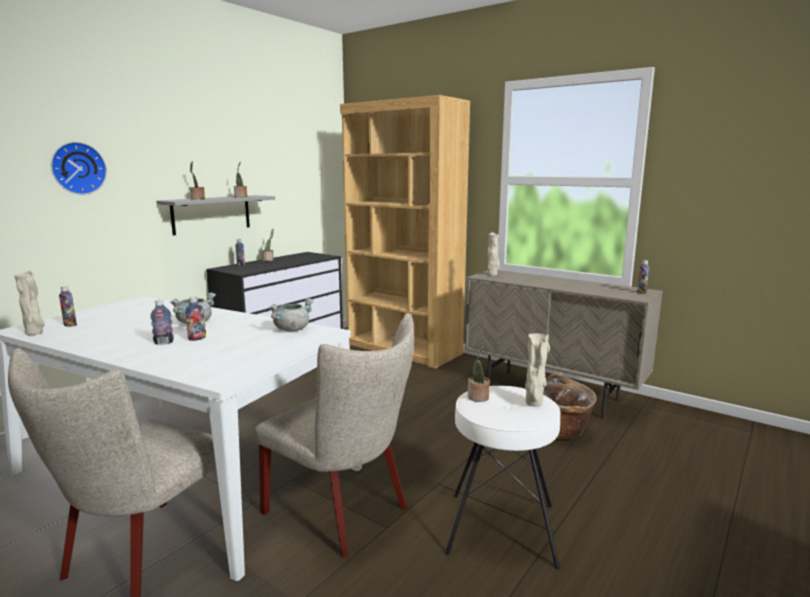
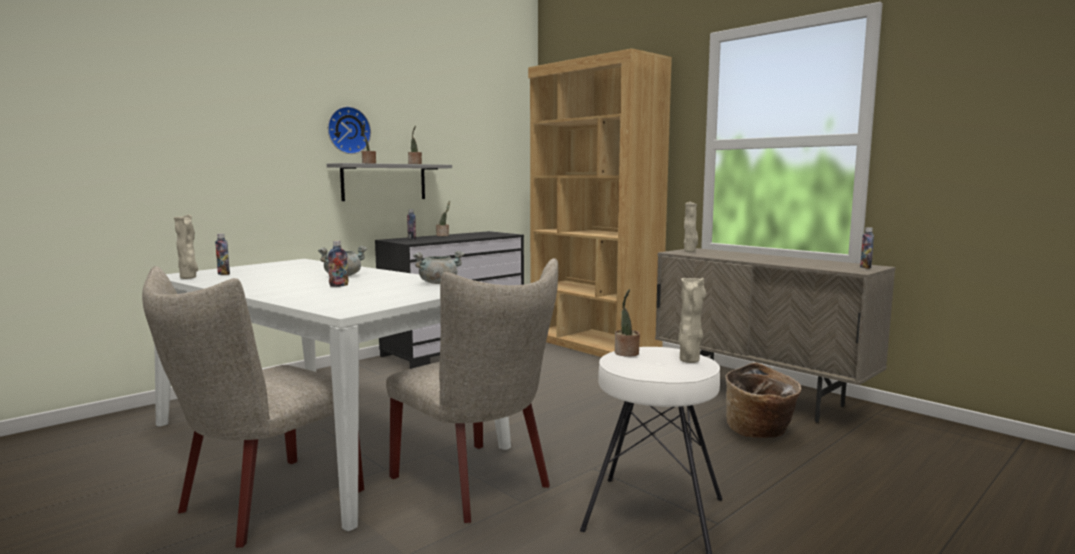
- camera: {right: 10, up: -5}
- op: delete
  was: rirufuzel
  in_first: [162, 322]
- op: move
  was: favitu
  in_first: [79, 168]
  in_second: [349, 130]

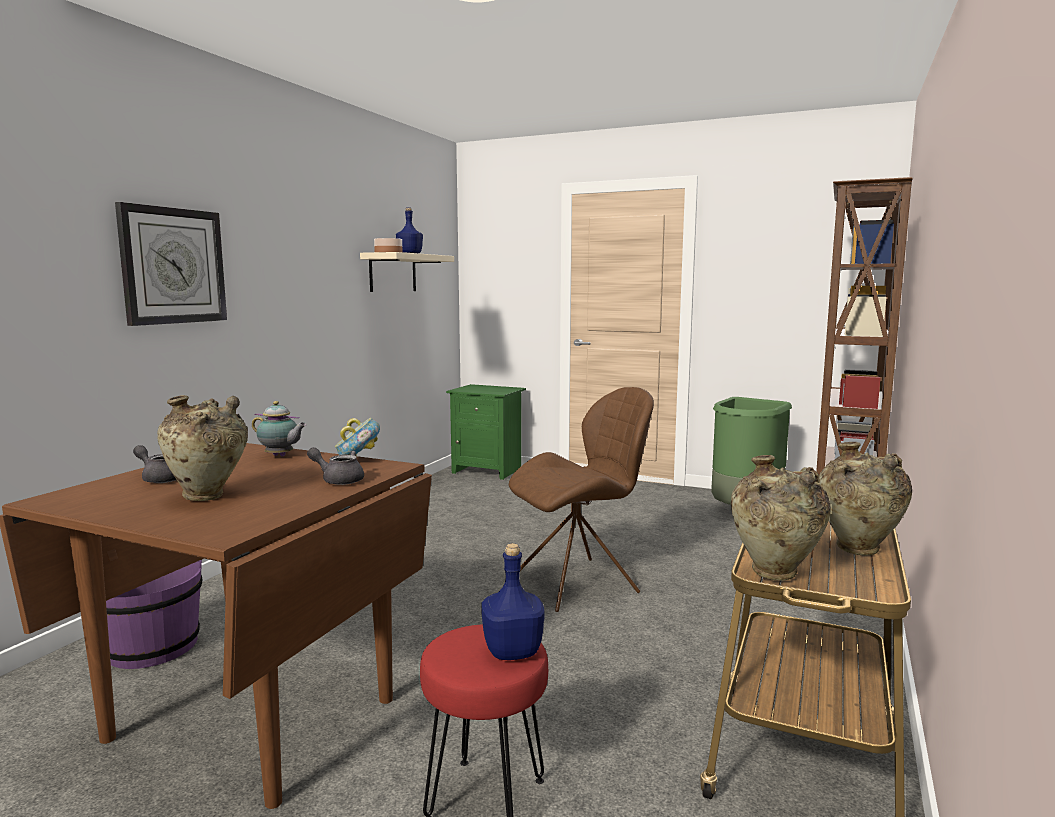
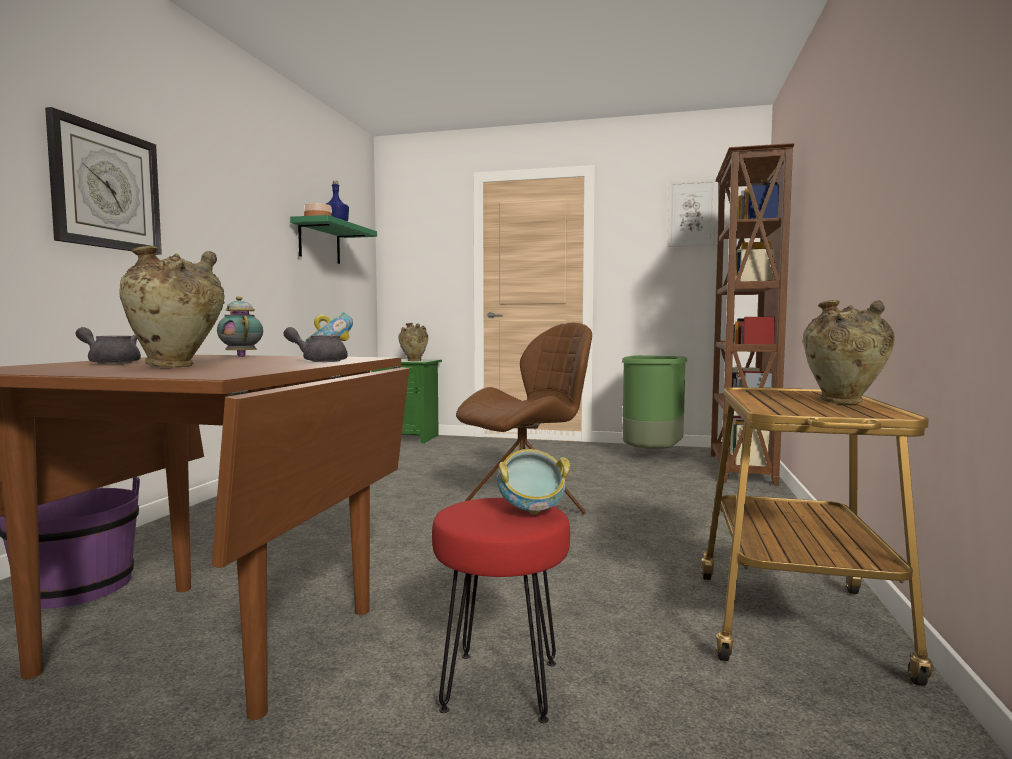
- camera: {right: -10, up: -5}
- op: insert
  now: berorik
  in_second: [691, 212]
- op: move
  was: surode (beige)
  in_first: [781, 517]
  in_second: [413, 342]
- op: replace
  was: rirufuzel (blue)
  now: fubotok
  in_first: [513, 601]
  in_second: [533, 482]
- op: recolor
  was: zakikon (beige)
  now: zakikon (green)
  in_first: [407, 272]
  in_second: [333, 239]
- op: rotate
  was: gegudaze
  in_first: [279, 429]
  in_second: [240, 326]
  clockwise: -135

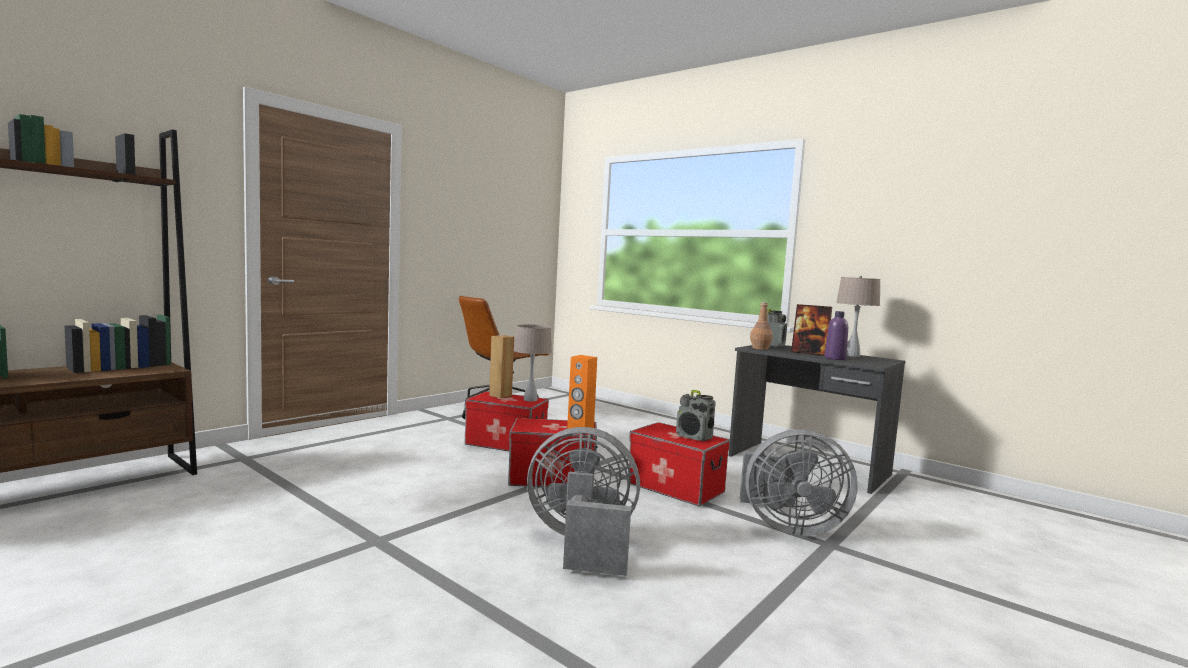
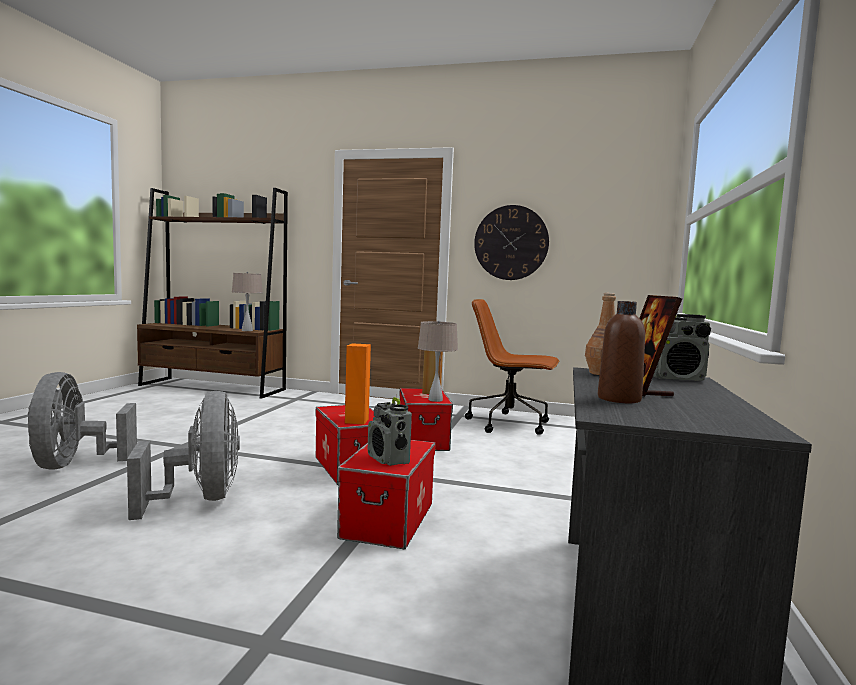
- camera: {right: 65, up: 0}
- op: insert
  now: favitu
  in_second: [511, 242]
- op: move
  was: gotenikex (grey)
  in_first: [799, 482]
  in_second: [82, 421]
- op: move
  was: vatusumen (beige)
  in_first: [858, 316]
  in_second: [247, 301]
- op: recolor
  was: rirufuzel (purple)
  now: rirufuzel (brown)
  in_first: [836, 335]
  in_second: [621, 352]
- op: rotate
  was: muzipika
  in_first: [696, 415]
  in_second: [390, 431]
  clockwise: -45

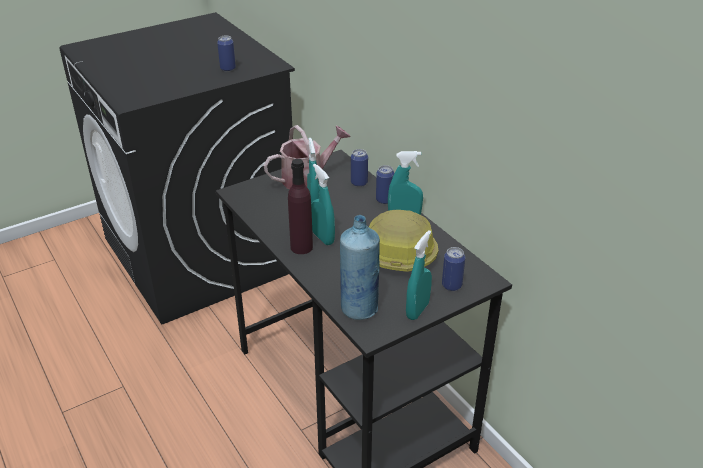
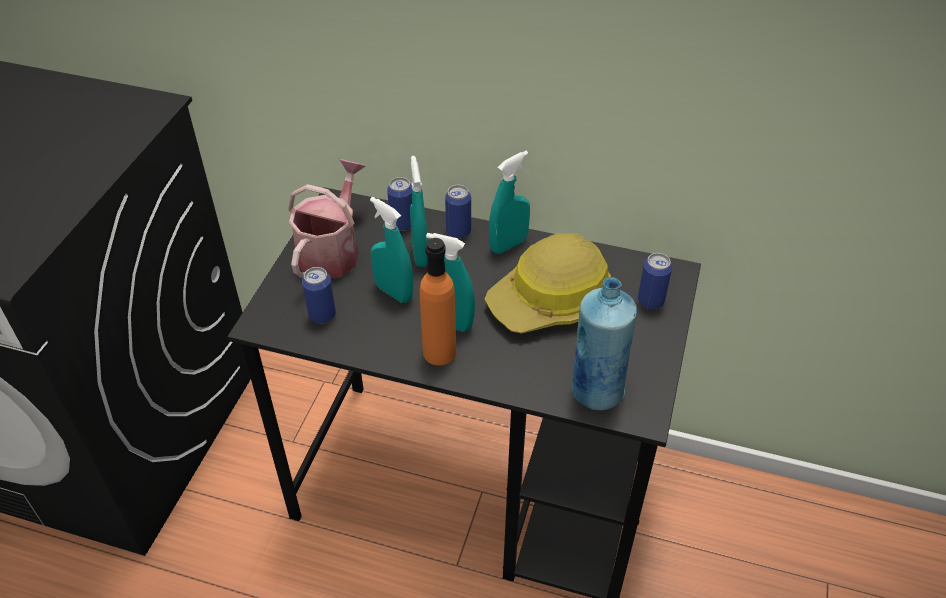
- camera: {right: -40, up: 10}
- op: move
  was: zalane
  in_first: [226, 53]
  in_second: [319, 295]
- op: move
  was: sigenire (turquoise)
  in_first: [419, 275]
  in_second: [419, 211]
- op: recolor
  was: rirufuzel (purple)
  now: rirufuzel (orange)
  in_first: [300, 206]
  in_second: [438, 301]

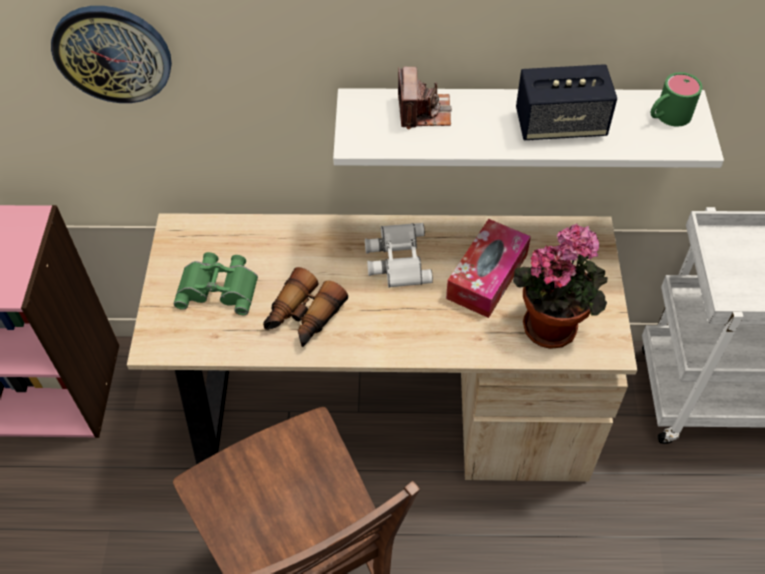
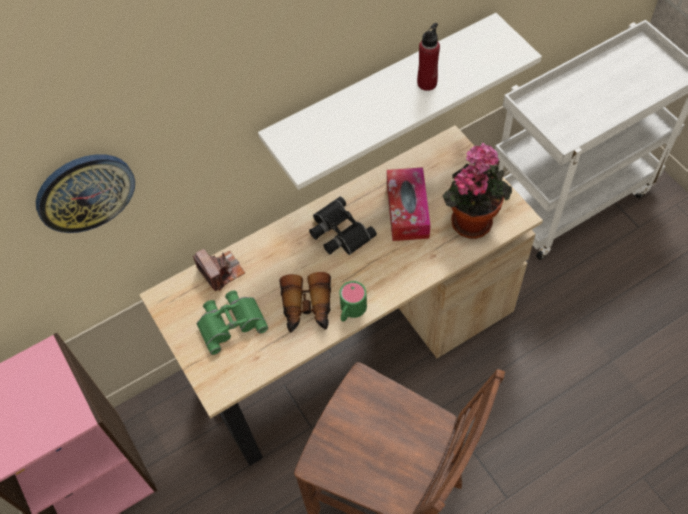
- camera: {right: -30, up: 5}
- op: move
  was: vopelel
  in_first: [425, 98]
  in_second: [219, 270]
- op: move
  was: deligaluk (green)
  in_first: [676, 99]
  in_second: [353, 301]
- op: replace
  was: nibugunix
  now: rirufuzel (red)
  in_first: [566, 102]
  in_second: [428, 57]
- op: recolor
  was: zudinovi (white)
  now: zudinovi (black)
  in_first: [399, 255]
  in_second: [343, 226]

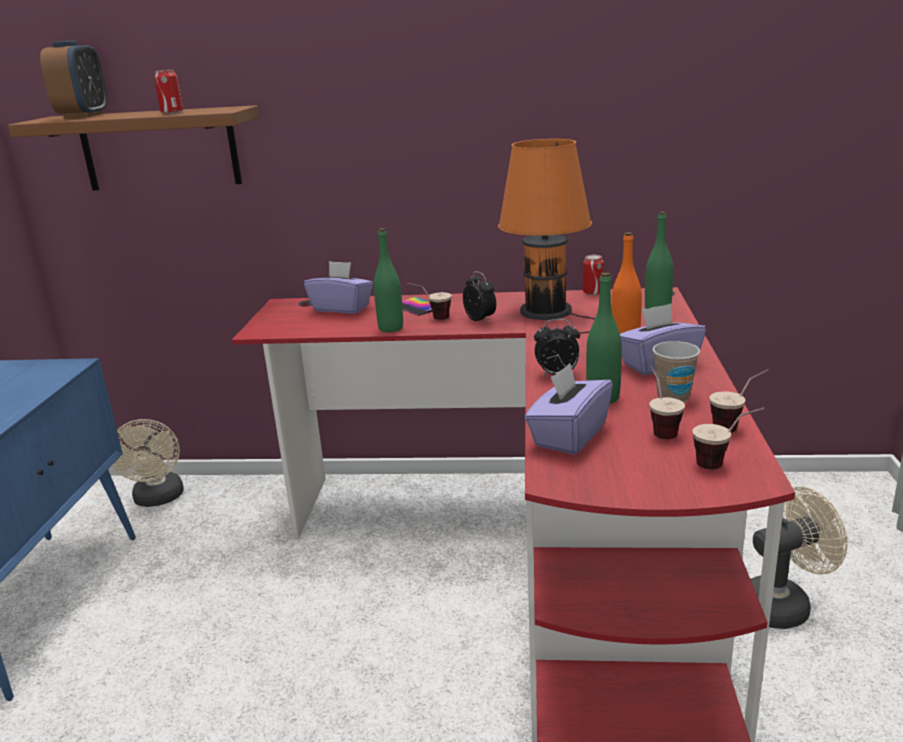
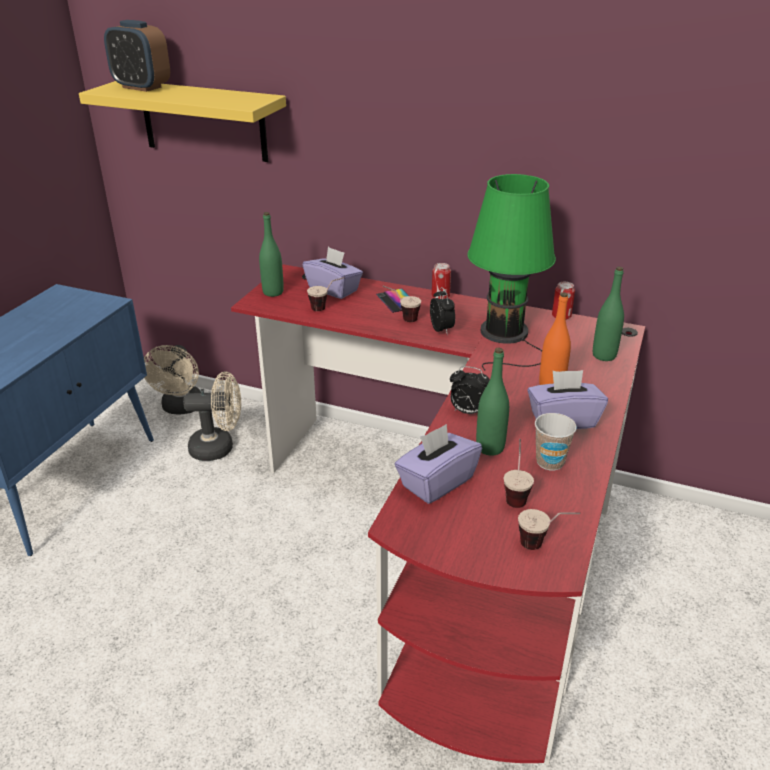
- camera: {right: 15, up: 10}
- op: move
  was: zalane
  in_first: [168, 92]
  in_second: [441, 281]
- op: move
  was: rirufuzel (green)
  in_first: [388, 280]
  in_second: [271, 254]
- op: move
  was: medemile
  in_first: [739, 401]
  in_second: [326, 294]
- op: move
  was: gotenikex (beige)
  in_first: [799, 558]
  in_second: [212, 416]
- op: recolor
  was: zakikon (brown)
  now: zakikon (yellow)
  in_first: [133, 148]
  in_second: [182, 121]
- op: recolor
  was: vatusumen (orange)
  now: vatusumen (green)
  in_first: [546, 236]
  in_second: [511, 272]
- op: rotate
  was: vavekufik
  in_first: [73, 80]
  in_second: [137, 56]
  clockwise: 105

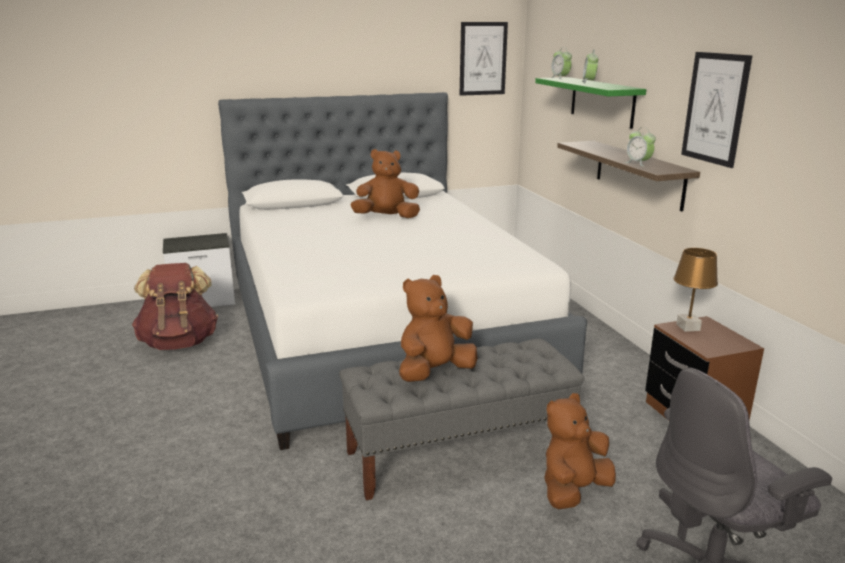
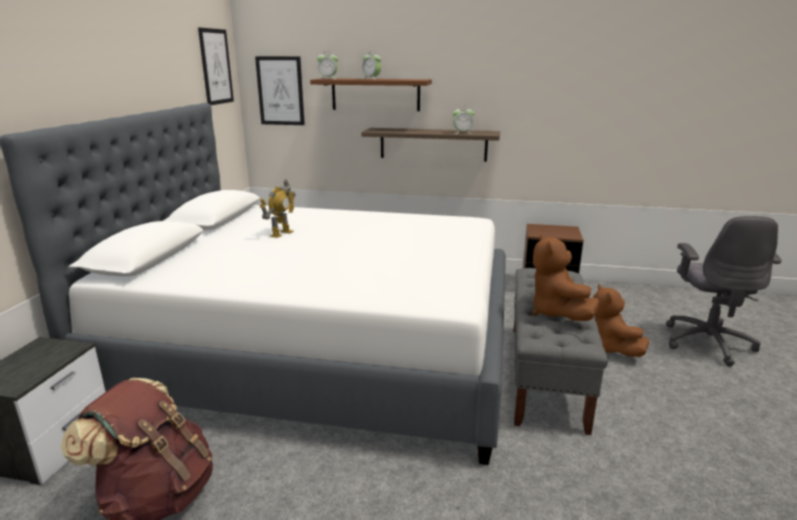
- camera: {right: -60, up: 0}
- op: delete
  was: vatusumen (brown)
  in_first: [695, 290]
- op: move
  was: berorik
  in_first: [716, 110]
  in_second: [280, 90]
- op: replace
  was: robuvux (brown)
  now: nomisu
  in_first: [385, 183]
  in_second: [278, 208]
- op: recolor
  was: zakikon (green)
  now: zakikon (brown)
  in_first: [590, 103]
  in_second: [371, 94]

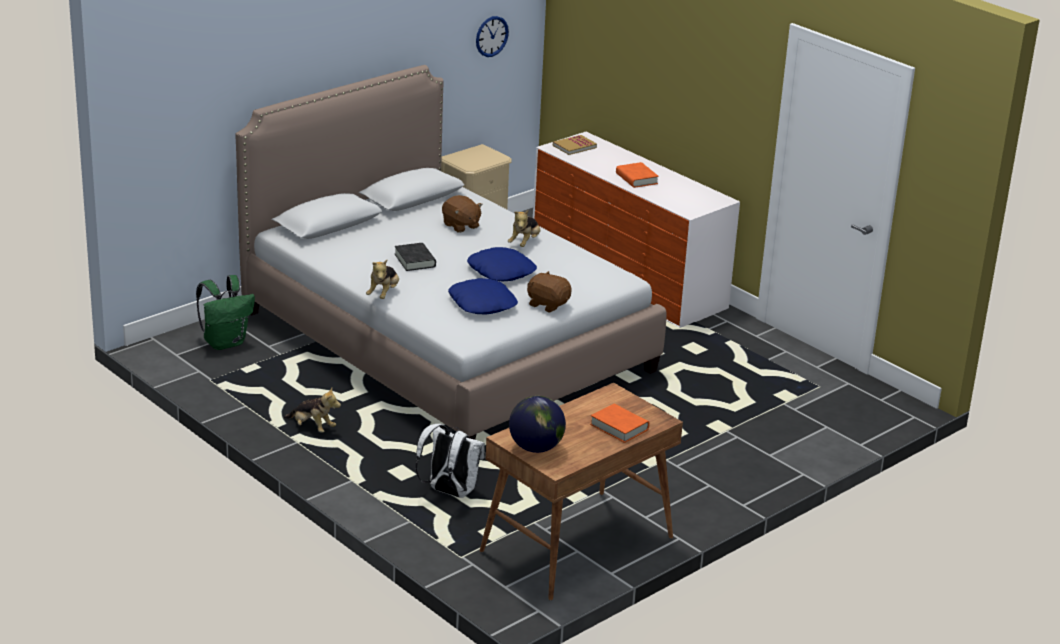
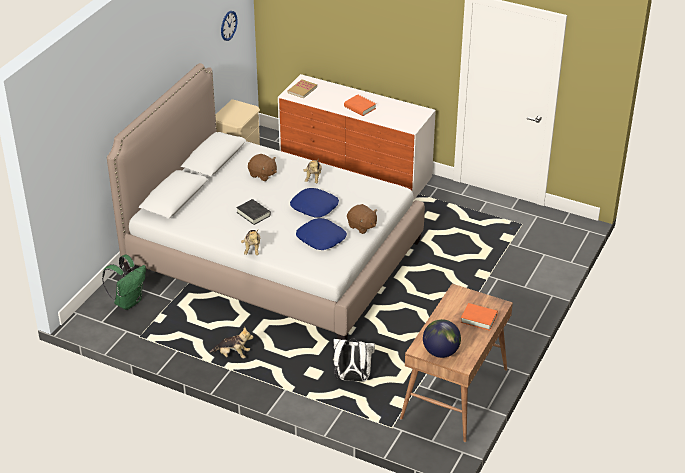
- camera: {right: -20, up: 10}
- op: rotate
  was: robuvux (brown)
  in_first: [549, 291]
  in_second: [362, 219]
  clockwise: -150

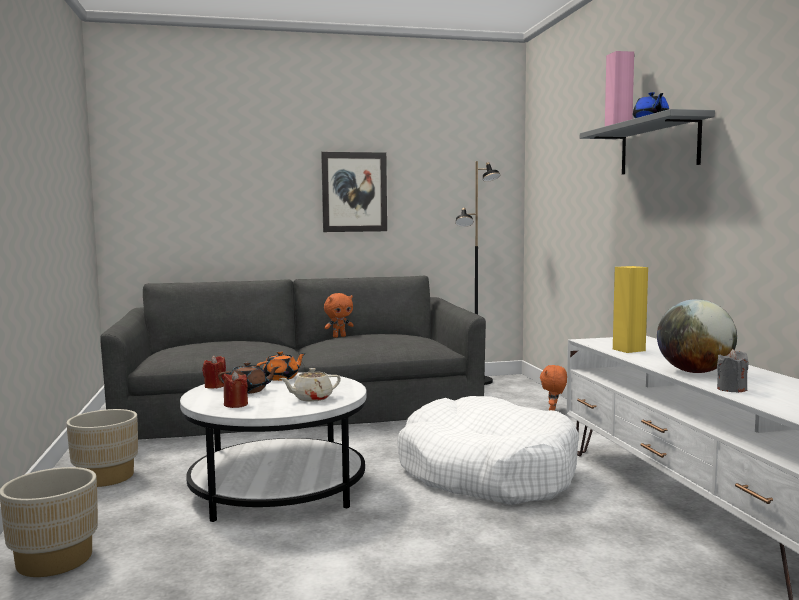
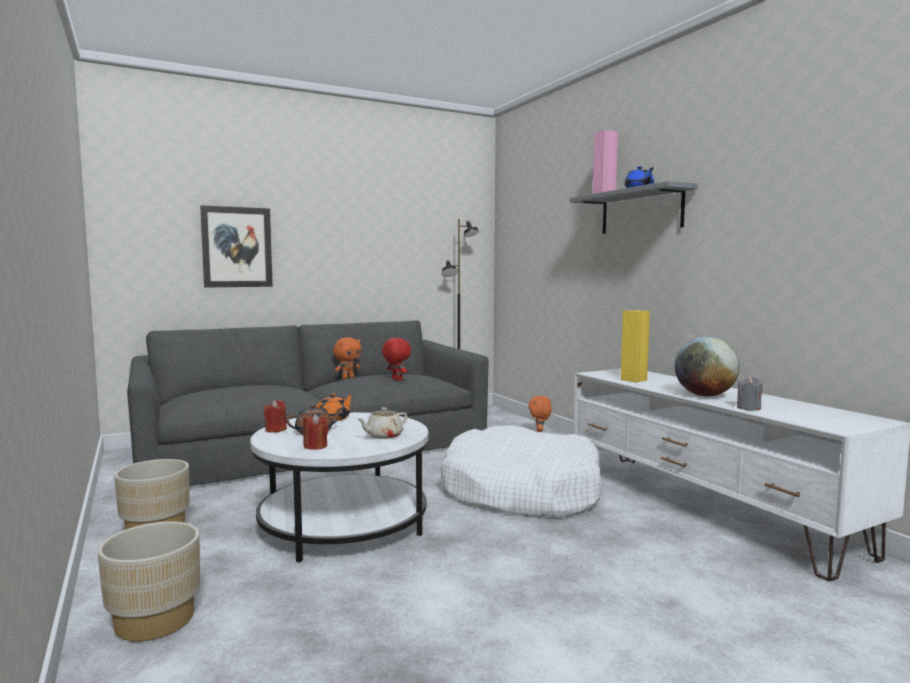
- camera: {right: -15, up: 0}
- op: insert
  now: robuvux (red)
  in_second: [396, 359]
- op: move
  was: berorik
  in_first: [354, 192]
  in_second: [236, 246]

